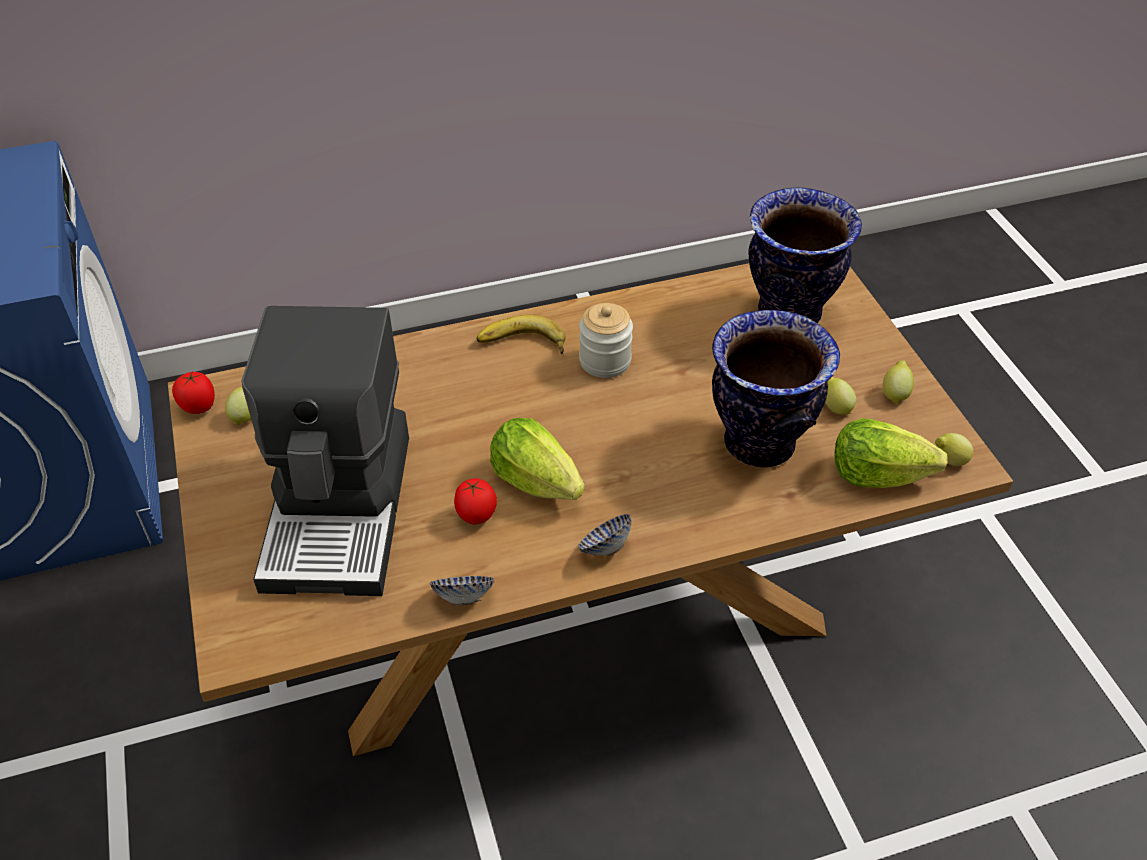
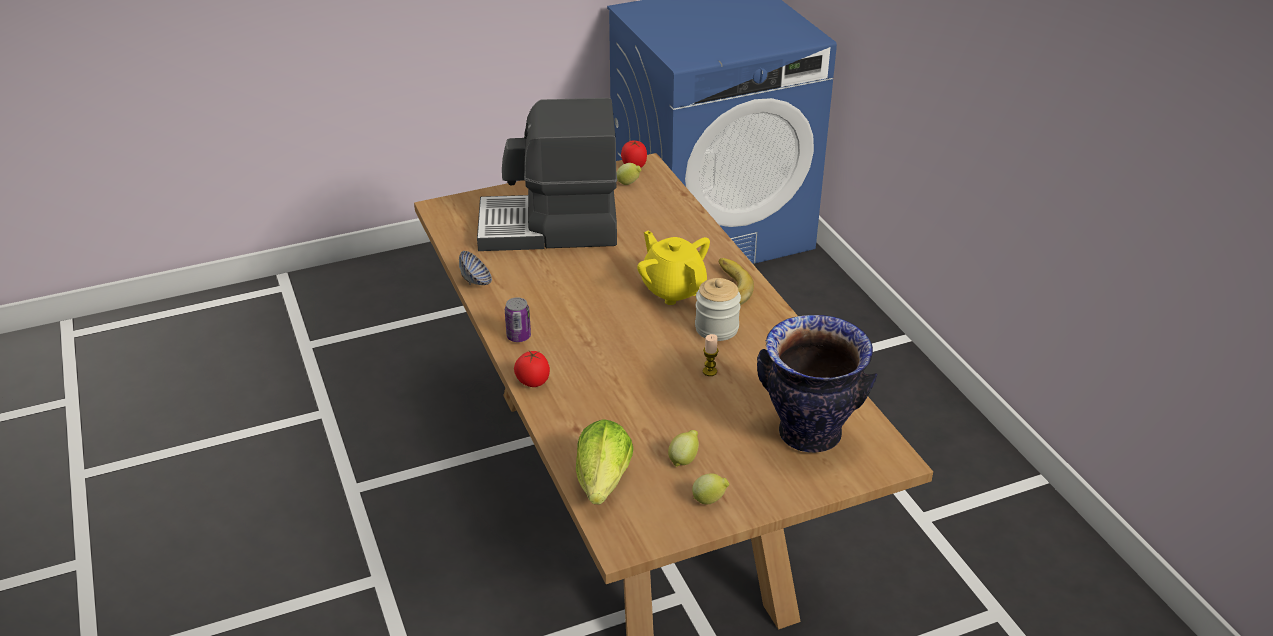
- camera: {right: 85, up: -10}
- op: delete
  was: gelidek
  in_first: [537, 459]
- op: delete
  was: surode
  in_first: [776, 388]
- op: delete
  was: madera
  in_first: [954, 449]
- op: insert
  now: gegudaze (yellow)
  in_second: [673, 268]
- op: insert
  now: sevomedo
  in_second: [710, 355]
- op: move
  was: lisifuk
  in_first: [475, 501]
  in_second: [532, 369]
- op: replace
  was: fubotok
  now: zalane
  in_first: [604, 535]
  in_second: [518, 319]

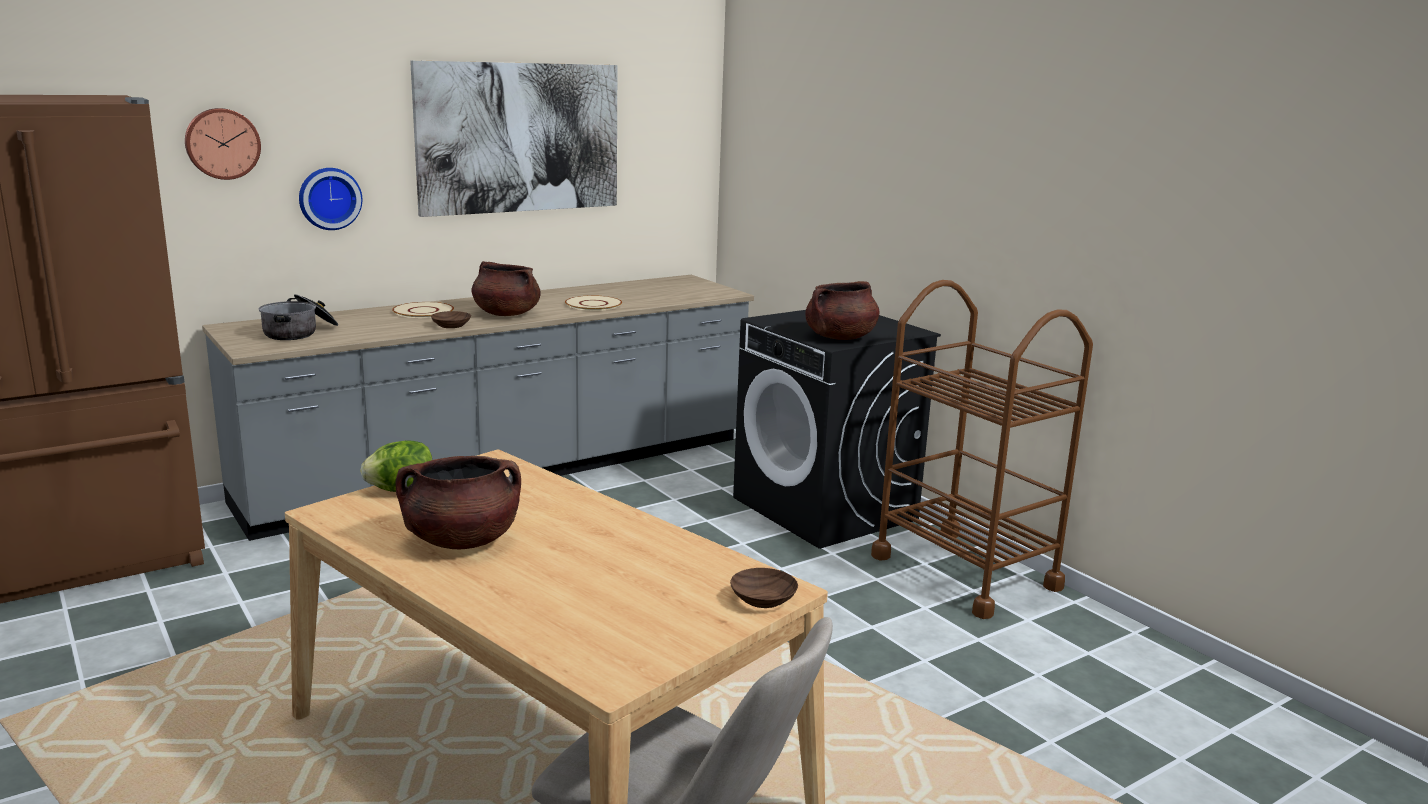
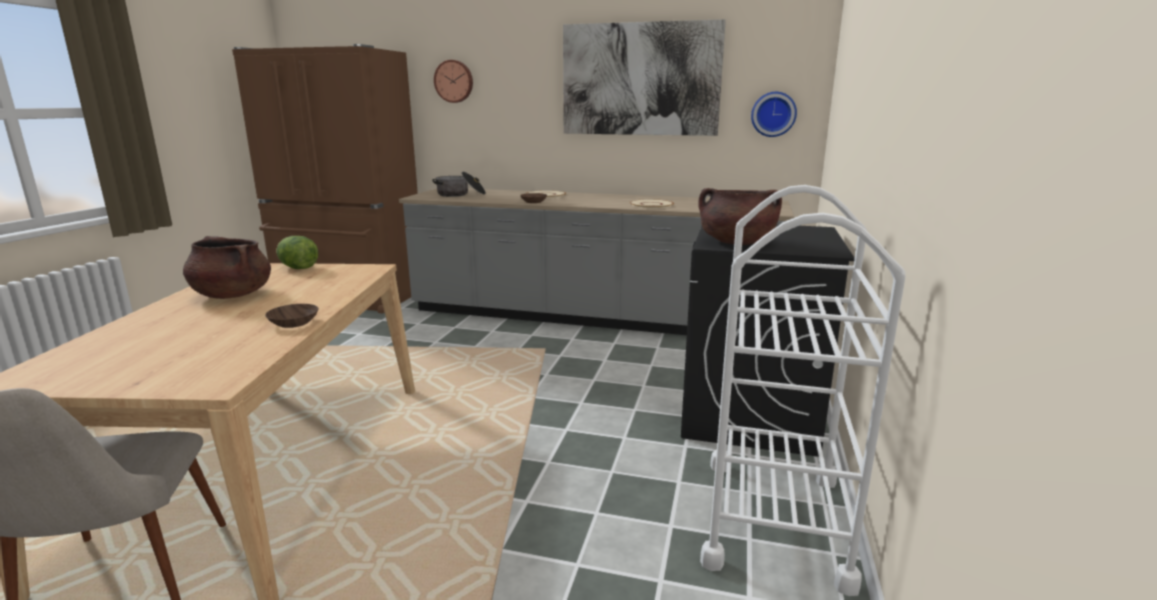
- camera: {right: 50, up: 0}
- op: delete
  was: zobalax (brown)
  in_first: [506, 288]
- op: move
  was: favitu
  in_first: [330, 199]
  in_second: [774, 114]
- op: move
  was: fubotok (brown)
  in_first: [764, 588]
  in_second: [291, 316]
- op: recolor
  was: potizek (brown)
  now: potizek (white)
  in_first: [982, 449]
  in_second: [803, 390]

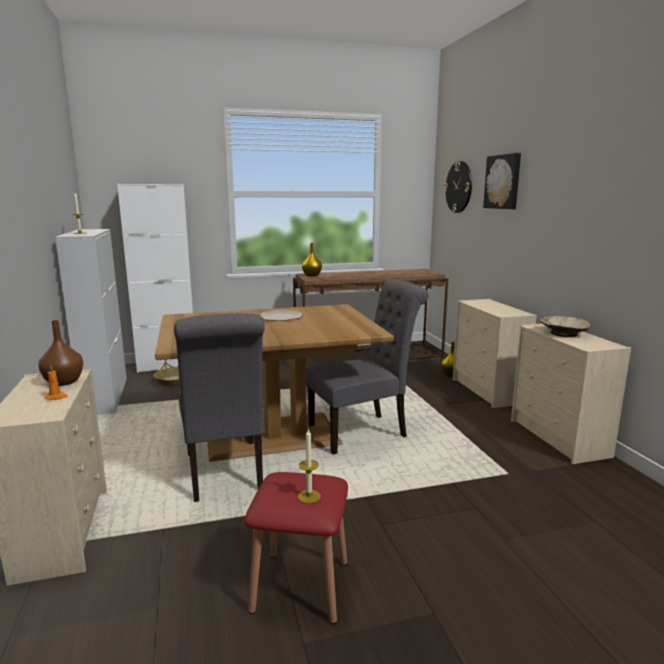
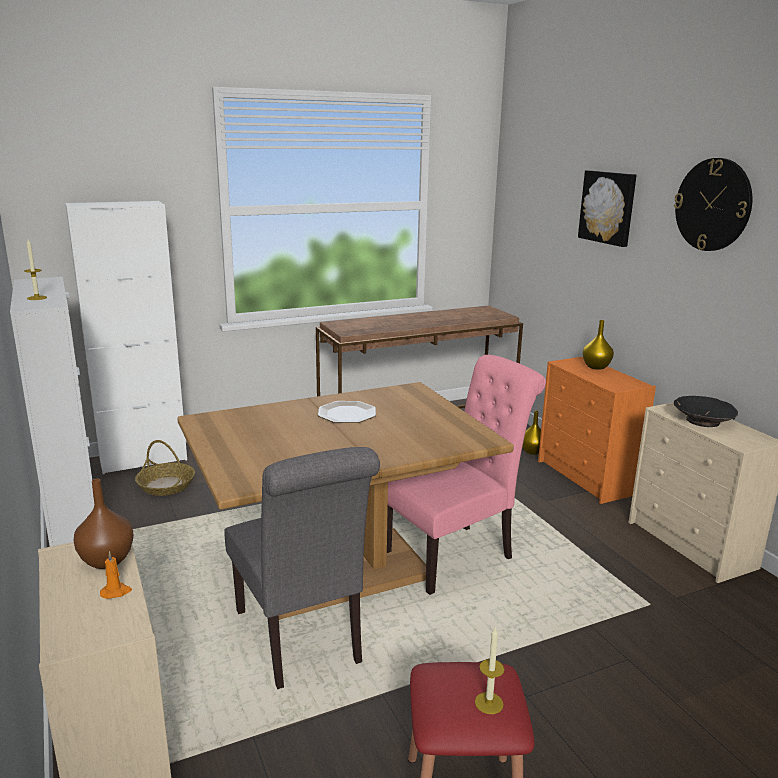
- camera: {right: -10, up: 5}
- op: move
  was: surode (yellow)
  in_first: [312, 260]
  in_second: [598, 345]
- op: move
  was: favitu
  in_first: [458, 187]
  in_second: [713, 204]
- op: recolor
  was: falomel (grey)
  now: falomel (pink)
  in_first: [367, 367]
  in_second: [466, 475]
- op: recolor
  was: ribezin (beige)
  now: ribezin (orange)
  in_first: [495, 353]
  in_second: [597, 430]
- op: recolor
  was: fubotok (beige)
  now: fubotok (black)
  in_first: [565, 326]
  in_second: [706, 411]

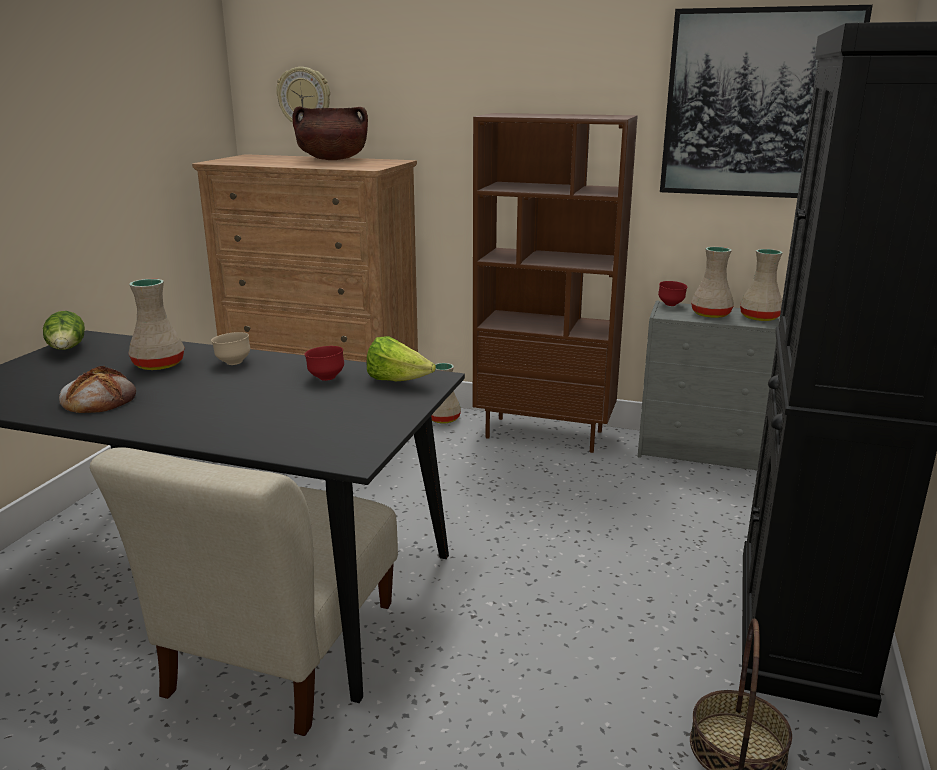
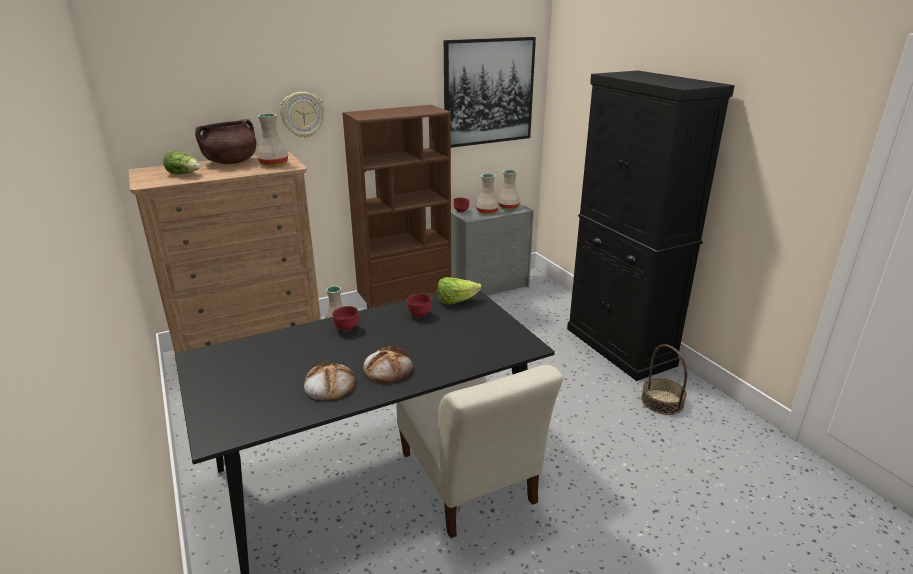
- camera: {right: -45, up: 5}
- op: insert
  now: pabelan
  in_second: [388, 365]
- op: move
  was: gelidek
  in_first: [64, 330]
  in_second: [182, 162]
- op: move
  was: surode (beige)
  in_first: [157, 324]
  in_second: [272, 139]
- op: move
  was: favitu
  in_first: [303, 95]
  in_second: [302, 115]
- op: recolor
  was: fubotok (beige)
  now: fubotok (red)
  in_first: [230, 348]
  in_second: [345, 318]

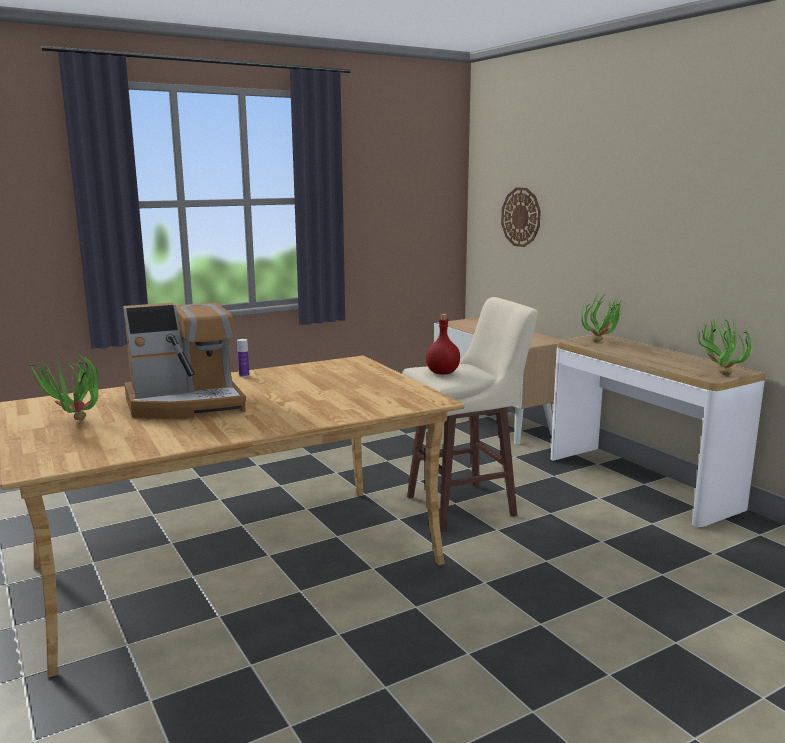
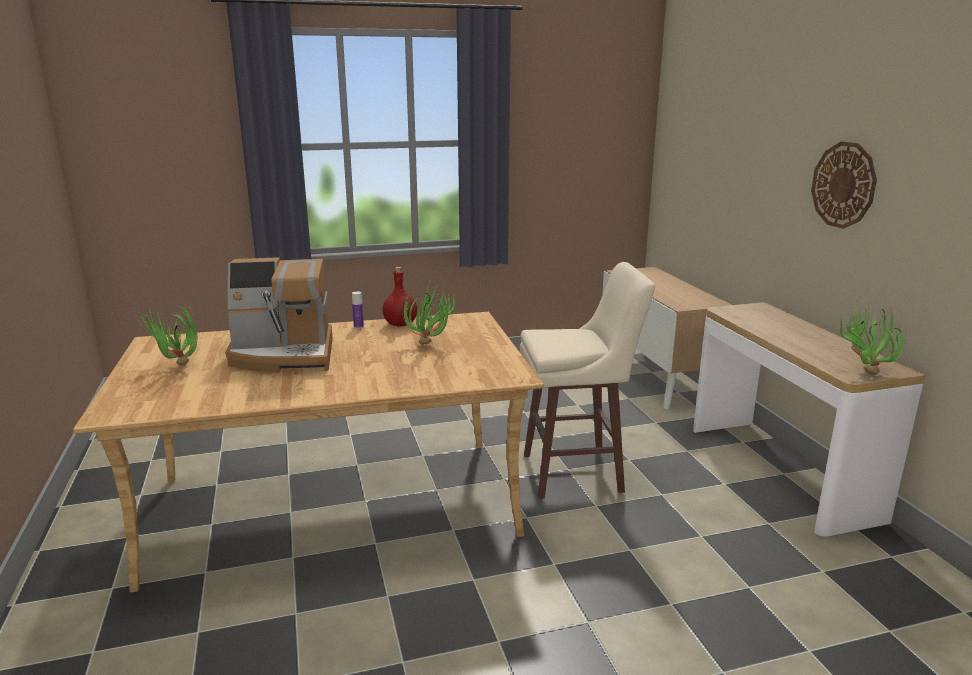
- camera: {right: 15, up: 5}
- op: move
  was: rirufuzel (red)
  in_first: [443, 344]
  in_second: [399, 297]
- op: move
  was: favitu
  in_first: [521, 217]
  in_second: [844, 185]
- op: move
  was: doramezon
  in_first: [601, 318]
  in_second: [429, 314]

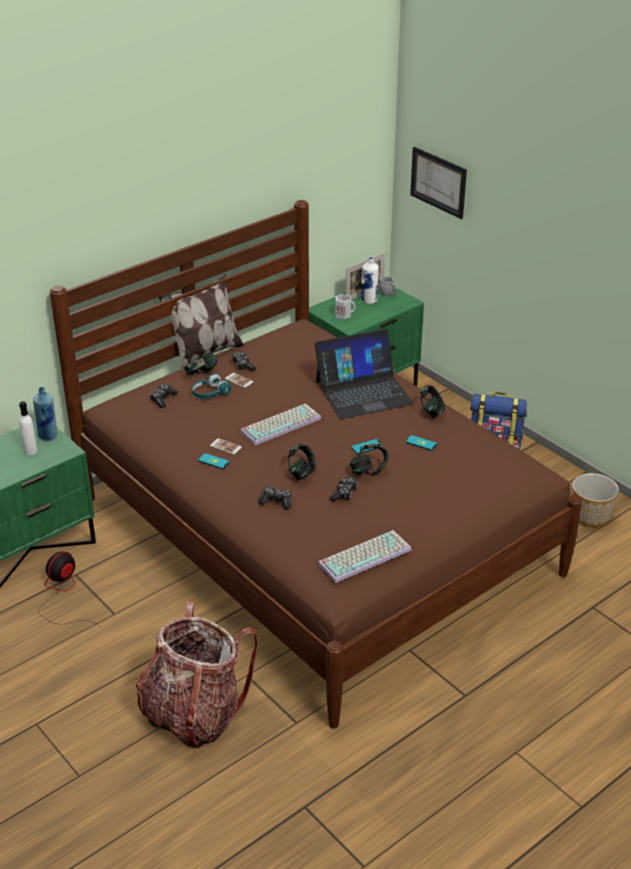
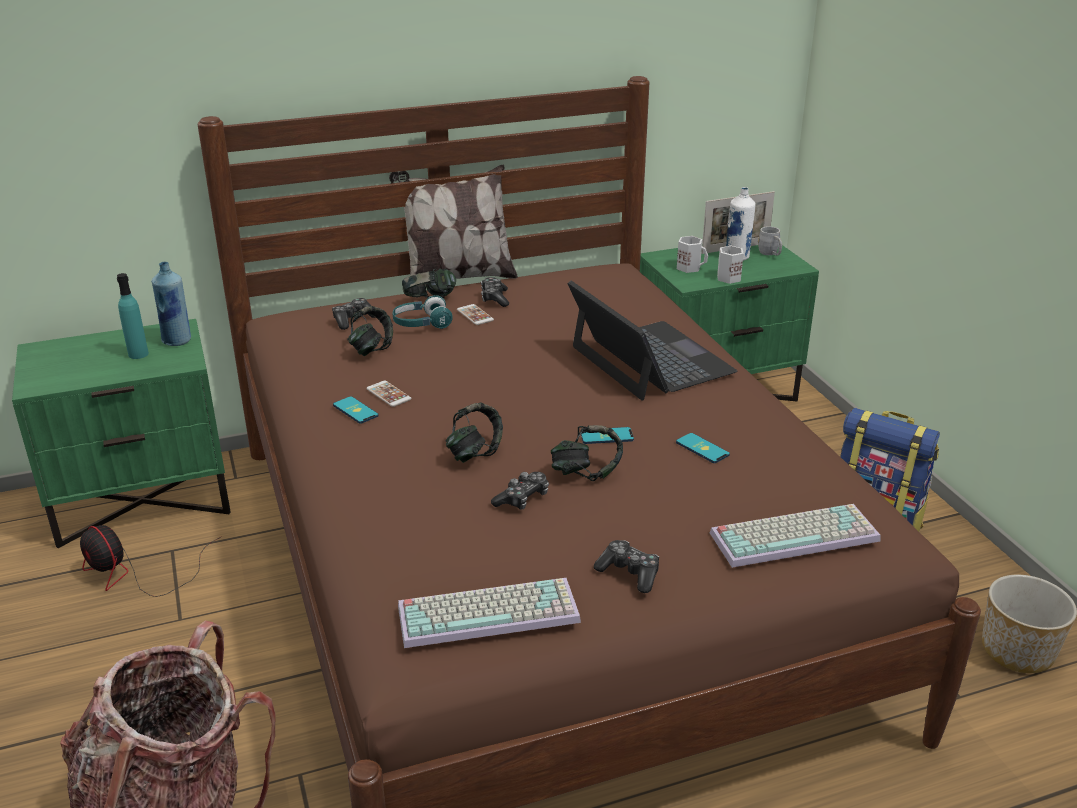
- camera: {right: 20, up: -5}
- op: delete
  was: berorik
  in_first: [438, 183]
- op: insert
  now: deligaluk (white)
  in_second: [730, 265]
- op: move
  was: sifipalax
  in_first: [280, 424]
  in_second: [795, 536]
- op: move
  was: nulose
  in_first: [275, 498]
  in_second: [626, 566]
- op: move
  was: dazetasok
  in_first: [432, 401]
  in_second: [370, 331]
- op: recolor
  was: rirufuzel (white)
  now: rirufuzel (turquoise)
  in_first: [28, 428]
  in_second: [133, 316]
- op: rotate
  was: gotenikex
  in_first: [69, 589]
  in_second: [151, 561]
  clockwise: -105
- op: rotate
  was: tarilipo
  in_first: [364, 374]
  in_second: [652, 341]
  clockwise: -120

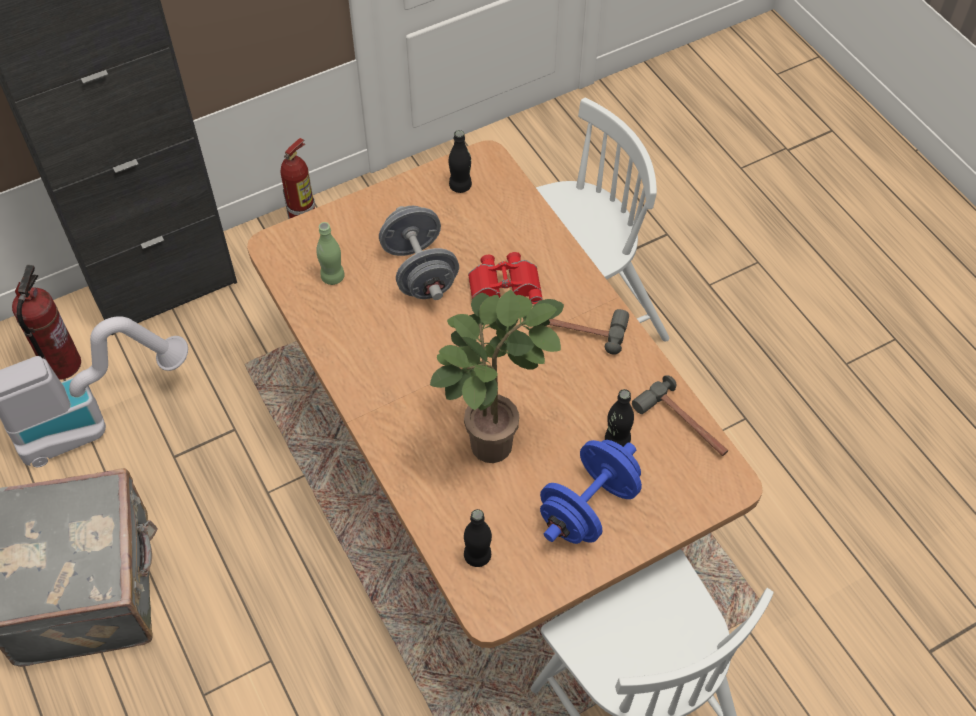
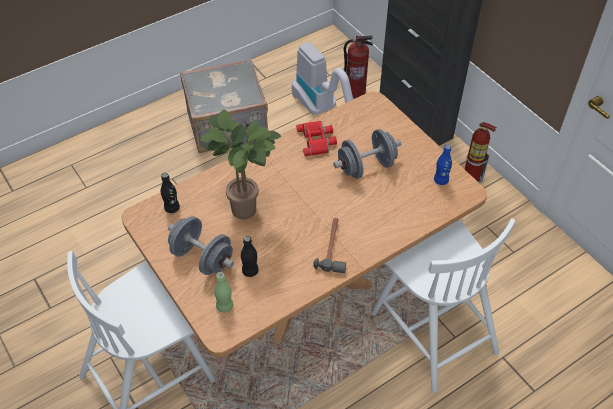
- camera: {right: 85, up: -5}
- op: delete
  was: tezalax
  in_first: [680, 415]
- op: move
  was: rirufuzel (green)
  in_first: [330, 253]
  in_second: [223, 292]
- op: move
  was: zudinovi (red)
  in_first: [505, 278]
  in_second: [316, 138]
- op: recolor
  was: rirufuzel (black)
  now: rirufuzel (blue)
  in_first: [460, 161]
  in_second: [443, 164]
- op: recolor
  was: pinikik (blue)
  now: pinikik (grey)
  in_first: [591, 492]
  in_second: [201, 245]

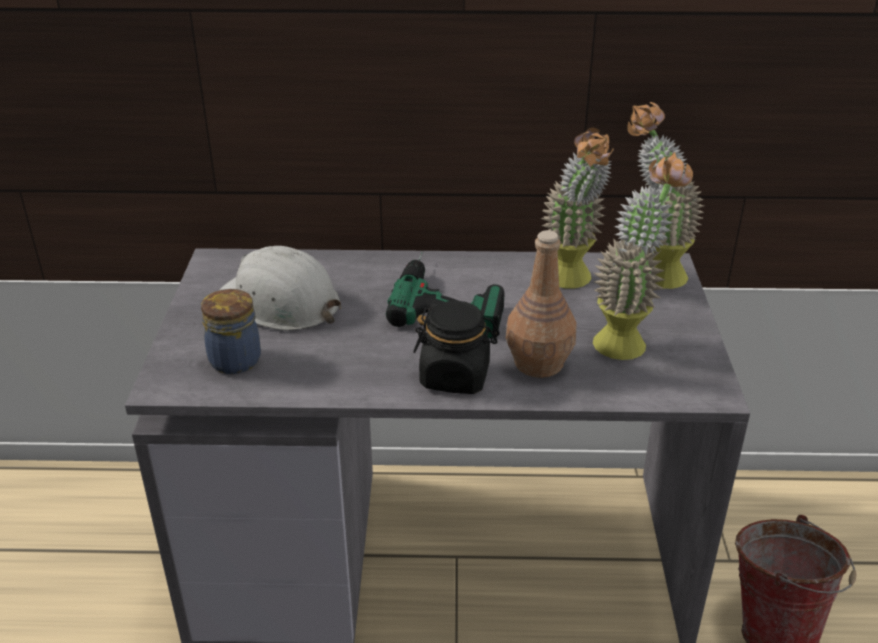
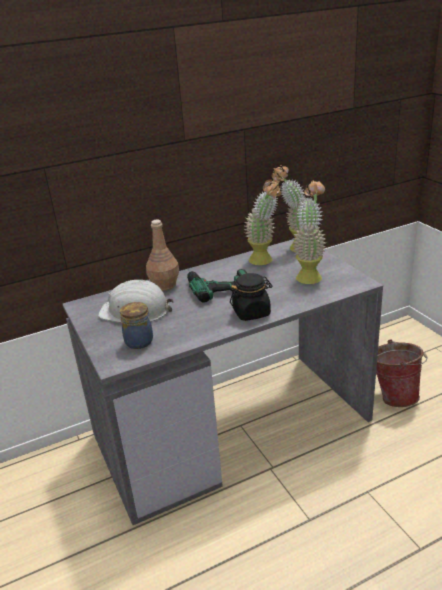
- camera: {right: -25, up: -5}
- op: move
  was: rirufuzel (brown)
  in_first: [541, 304]
  in_second: [162, 255]

